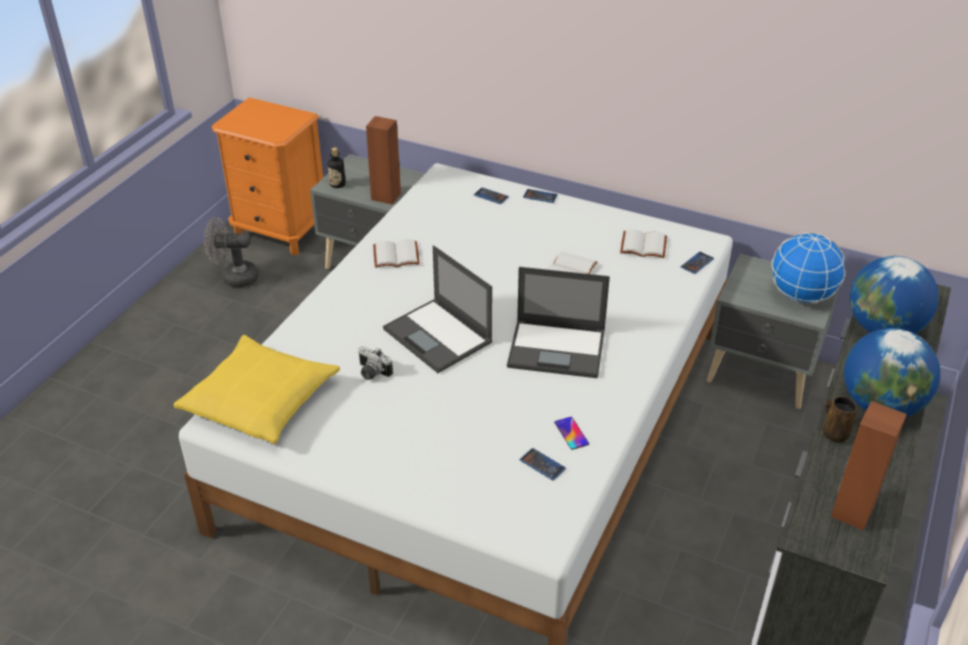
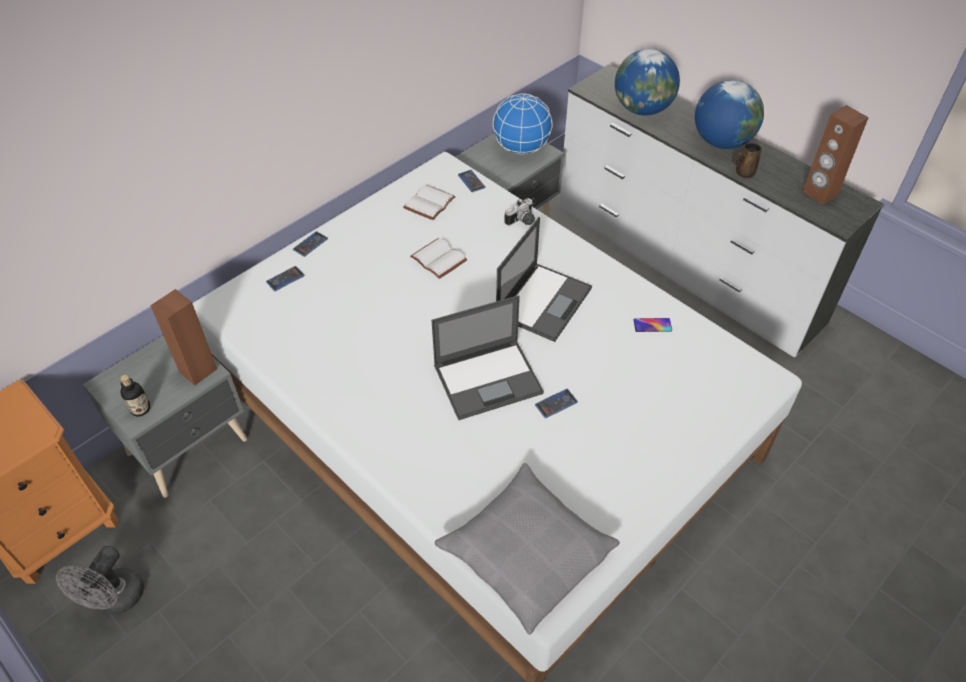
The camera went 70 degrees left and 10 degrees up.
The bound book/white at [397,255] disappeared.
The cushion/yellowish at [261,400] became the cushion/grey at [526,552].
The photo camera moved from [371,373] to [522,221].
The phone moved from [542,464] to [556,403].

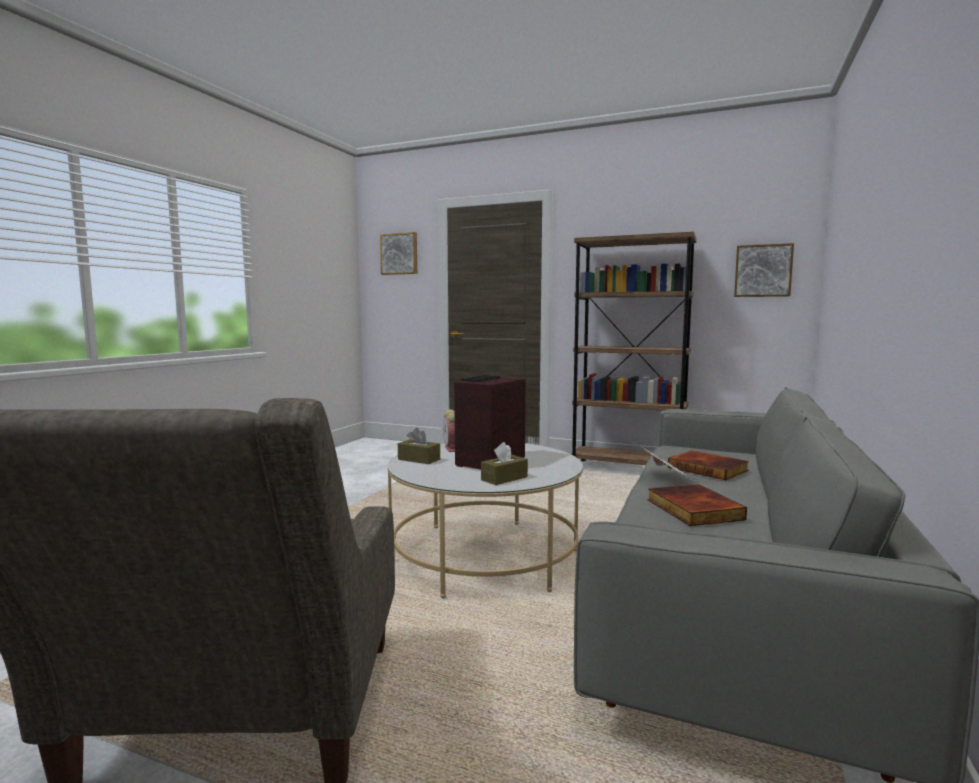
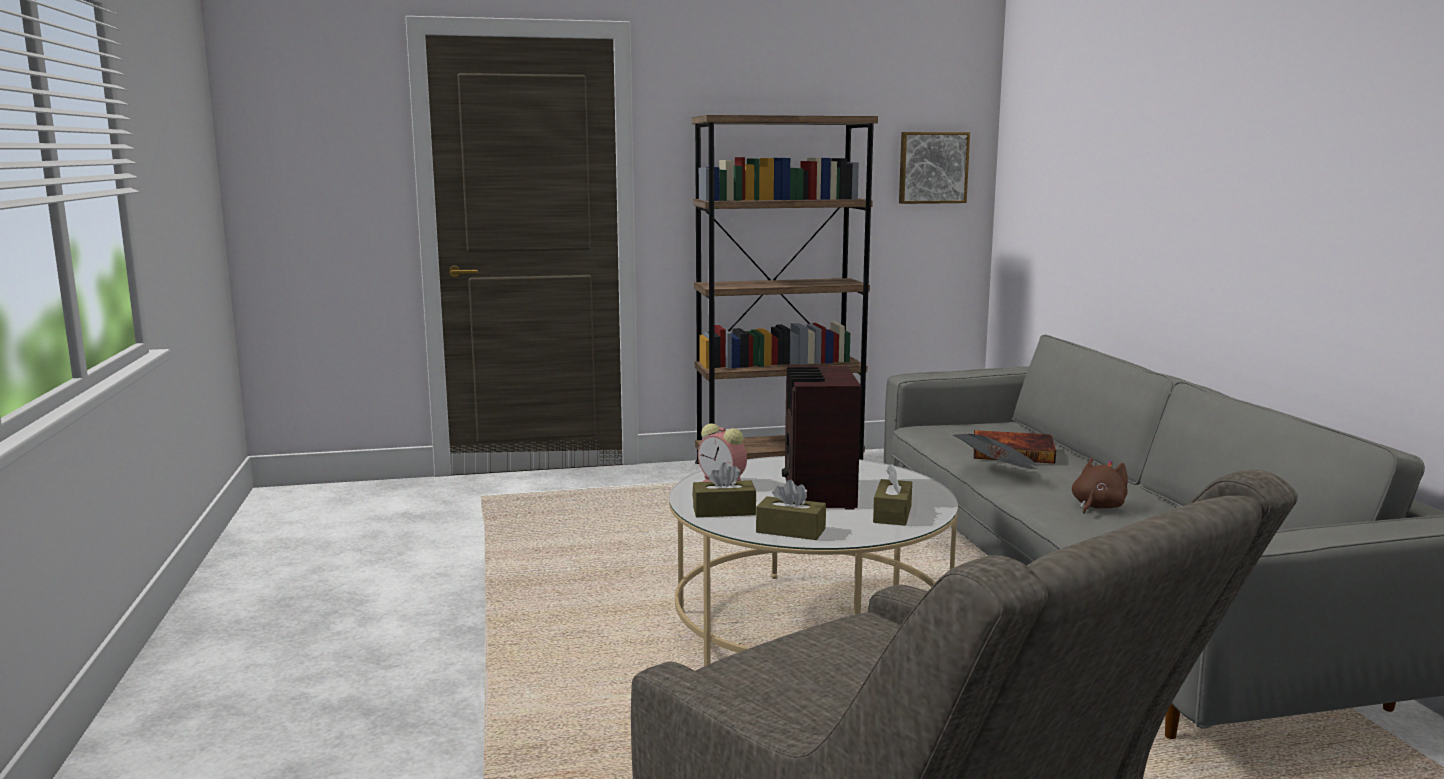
The camera went 35 degrees left and 5 degrees up.
The wall picture at [399,254] disappeared.
The bound book at [692,509] was replaced by the cuddly toy/brown at [1097,506].
The tissue holder/brown at [790,530] appeared.

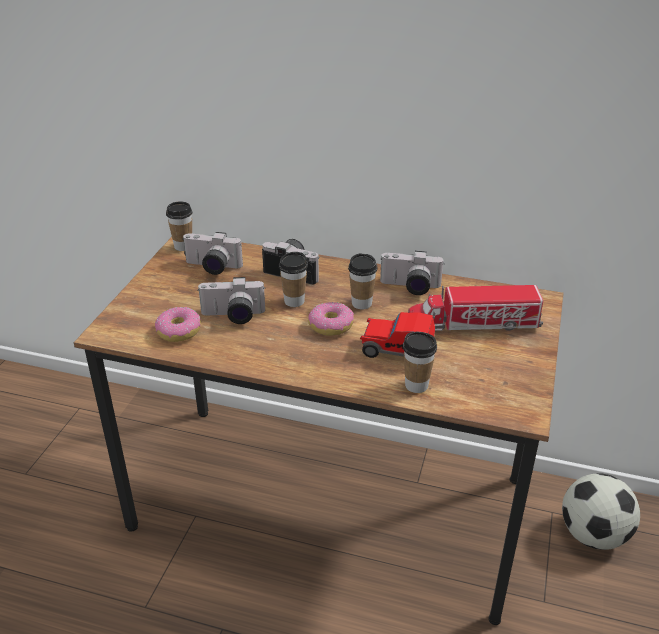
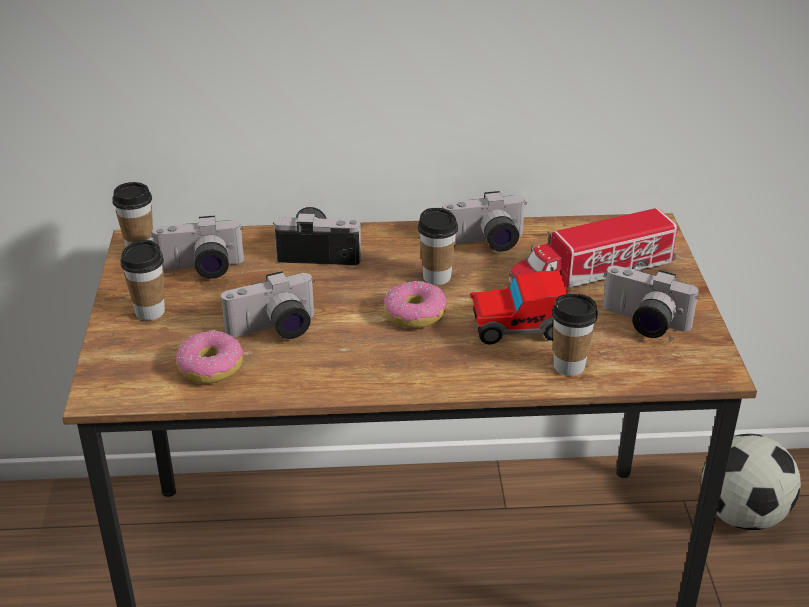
The camera went 20 degrees left and 0 degrees up.
The cup moved from [294,301] to [150,312].
The photo camera at [642,324] appeared.

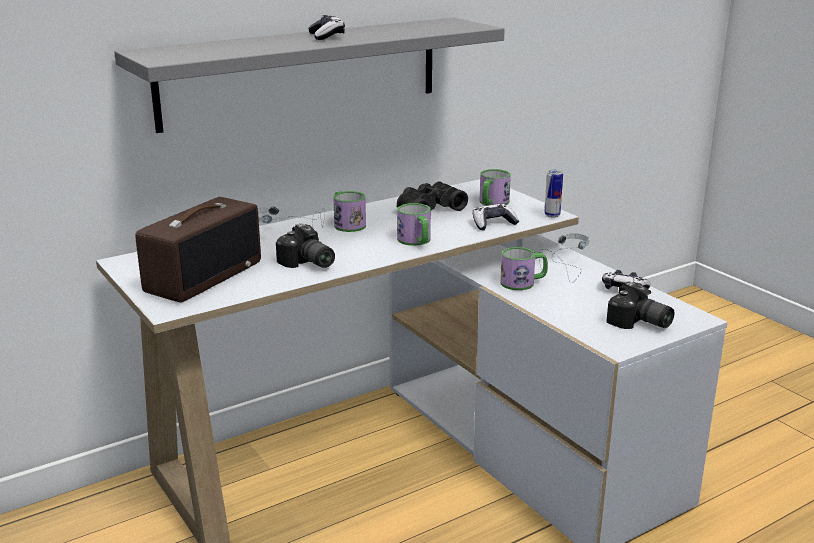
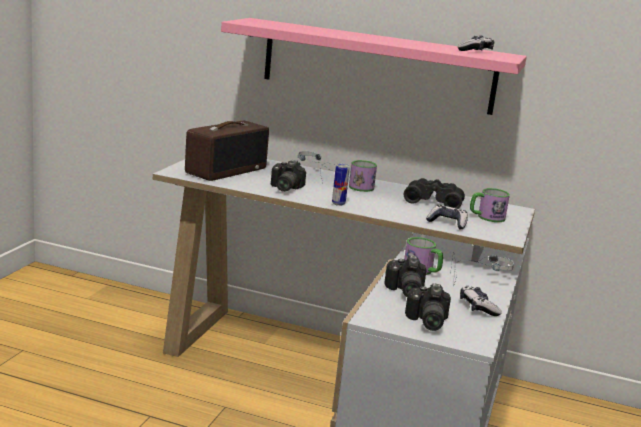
The camera went 50 degrees right and 5 degrees down.
The game controller moved from [327,36] to [475,51].
The bracket shelf/grey at [302,72] became the bracket shelf/pinkish at [377,66].
The metal can moved from [552,215] to [338,204].
The radio receiver at [203,276] turned 45 degrees counterclockwise.
The coffee mug at [416,241] disappeared.
The photo camera at [404,291] appeared.

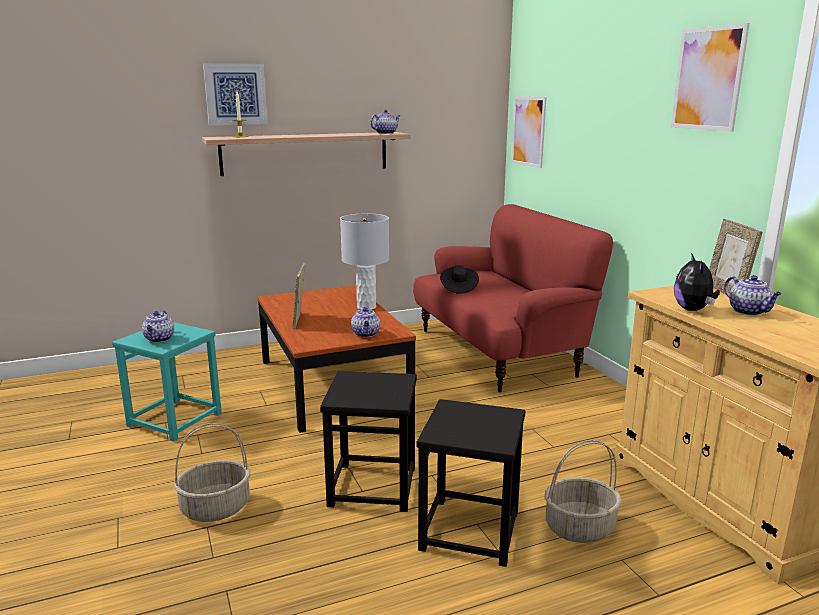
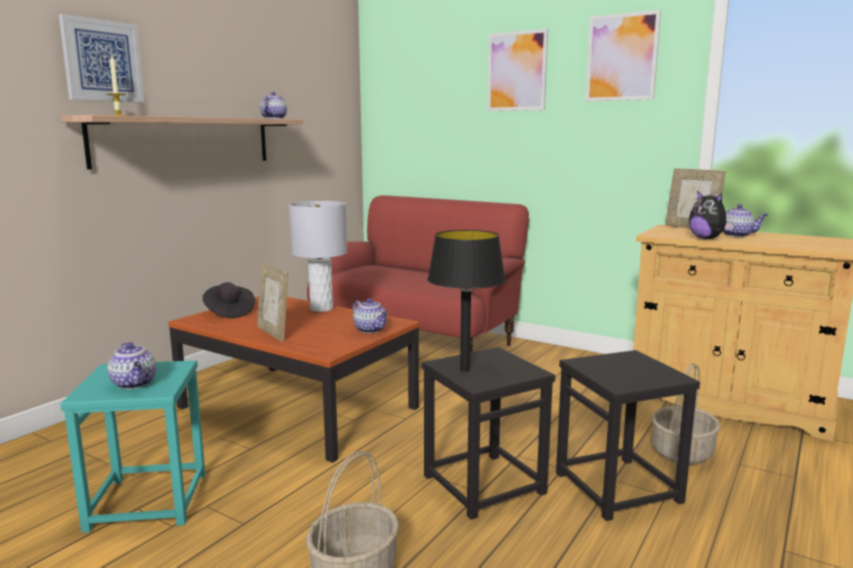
The camera went 35 degrees left and 5 degrees down.
The wall picture moved from [528,131] to [516,71].
The wearable hat/blackish moved from [458,288] to [229,312].
The lamp for a table/blackish at [464,370] appeared.

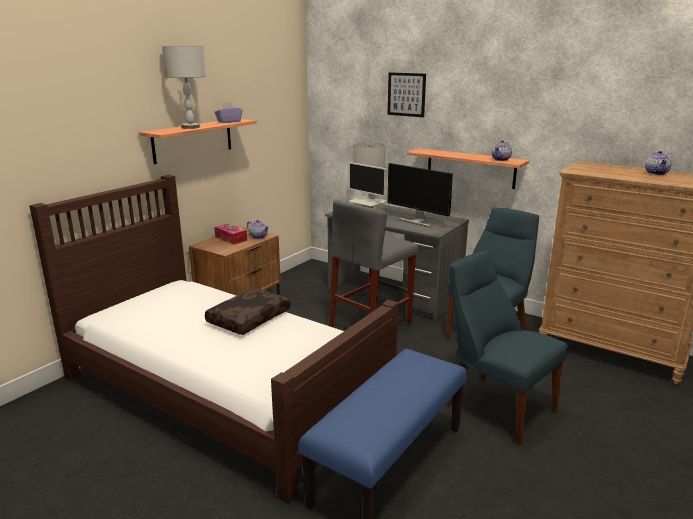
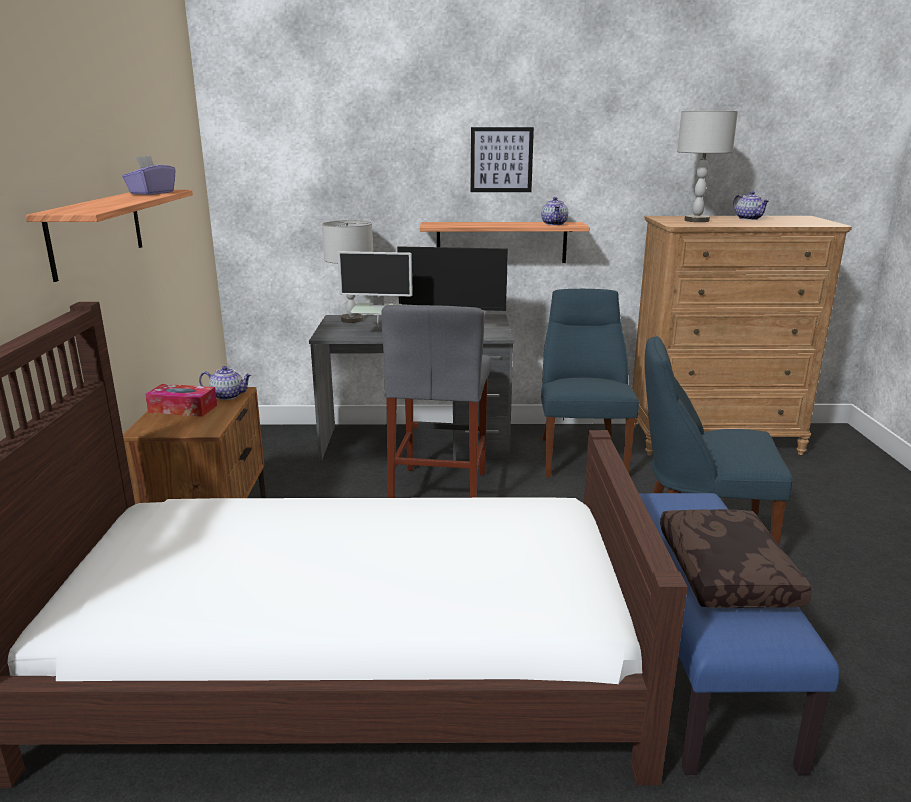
The camera went 35 degrees left and 0 degrees up.
The lamp for a table/grey moved from [190,127] to [696,220].
The wall picture moved from [406,94] to [501,160].
The cushion/brown moved from [248,318] to [723,571].

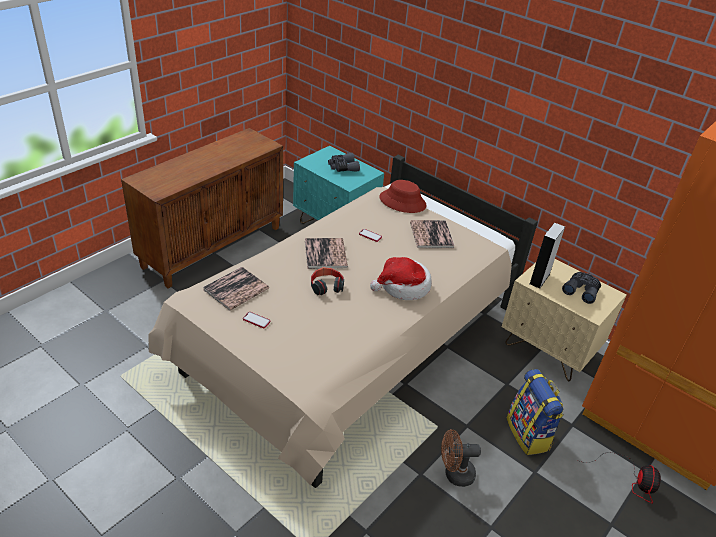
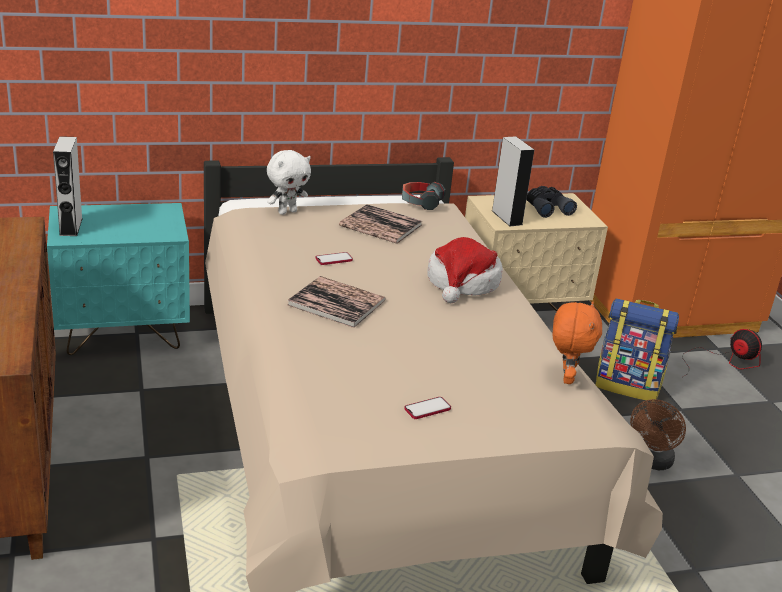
The camera went 55 degrees left and 10 degrees down.
The binoculars/grey at [342,167] disappeared.
The wearable hat/red-coloured at [402,202] was replaced by the cuddly toy/white at [287,212].
The bound book at [236,289] disappeared.
The pair of headphones moved from [326,286] to [421,202].
The speaker/grey at [71,226] appeared.
The cuddly toy/orange-coloured at [566,377] appeared.

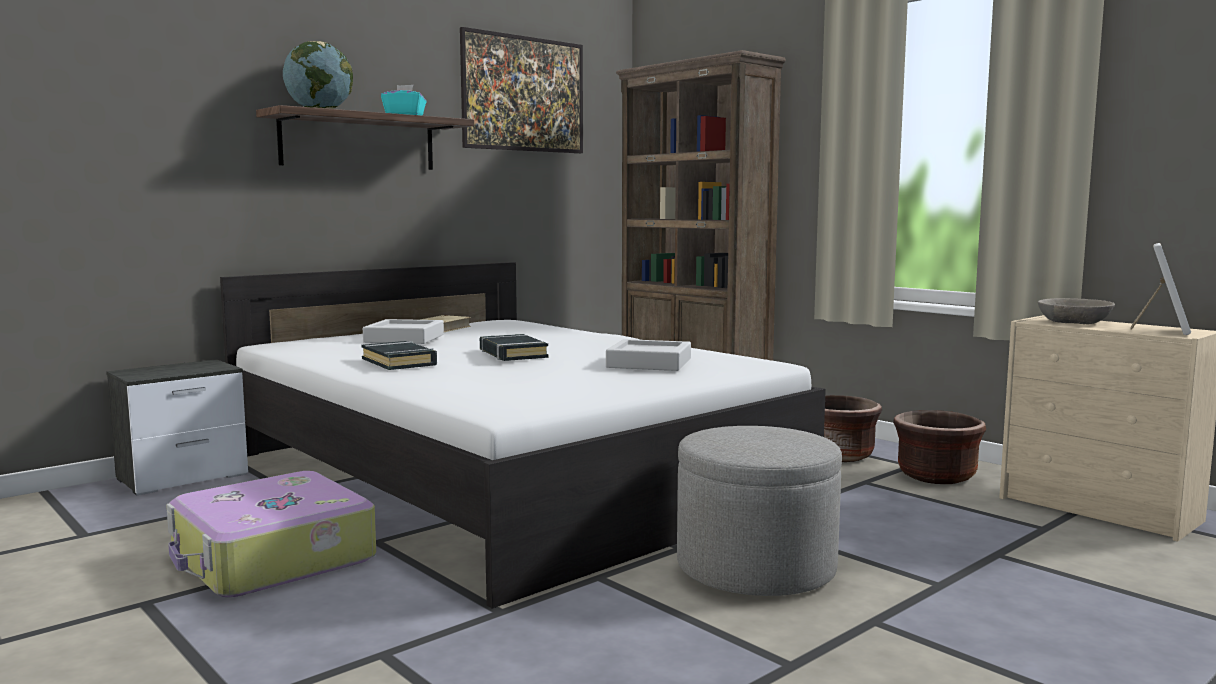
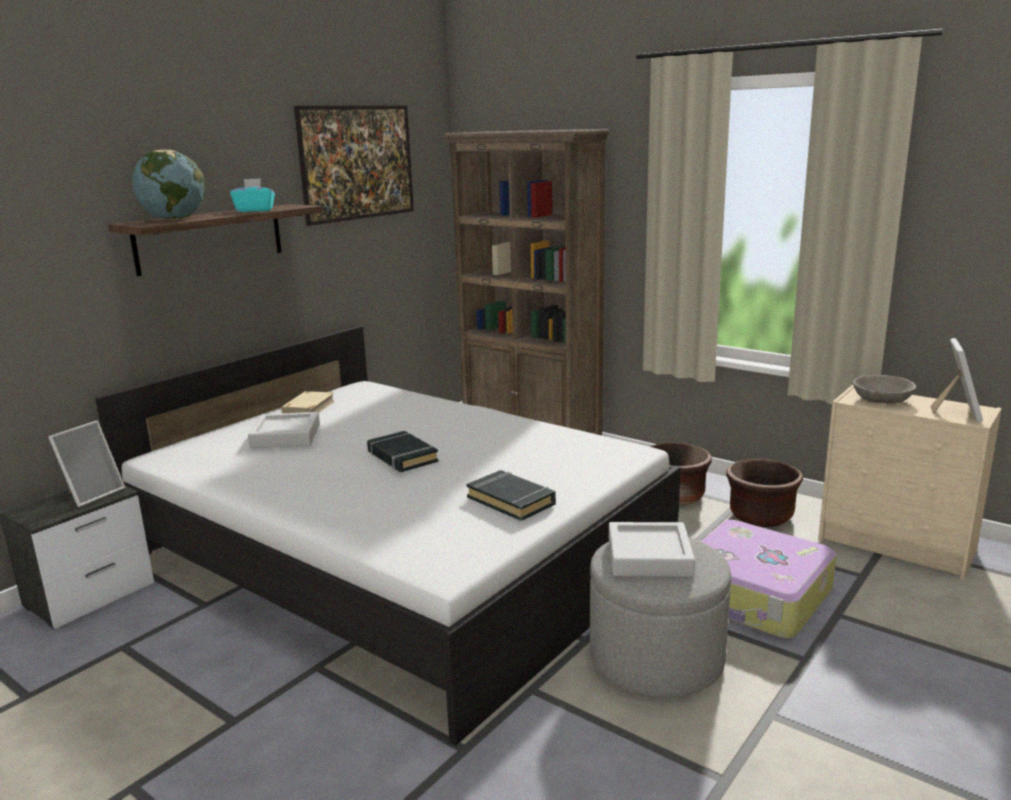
The camera went 10 degrees left and 10 degrees up.
The tray/grey moved from [649,363] to [649,556].
The bound book/blackish moved from [399,362] to [511,500].
The piece of luggage moved from [272,558] to [754,596].
The standing frame at [92,494] appeared.

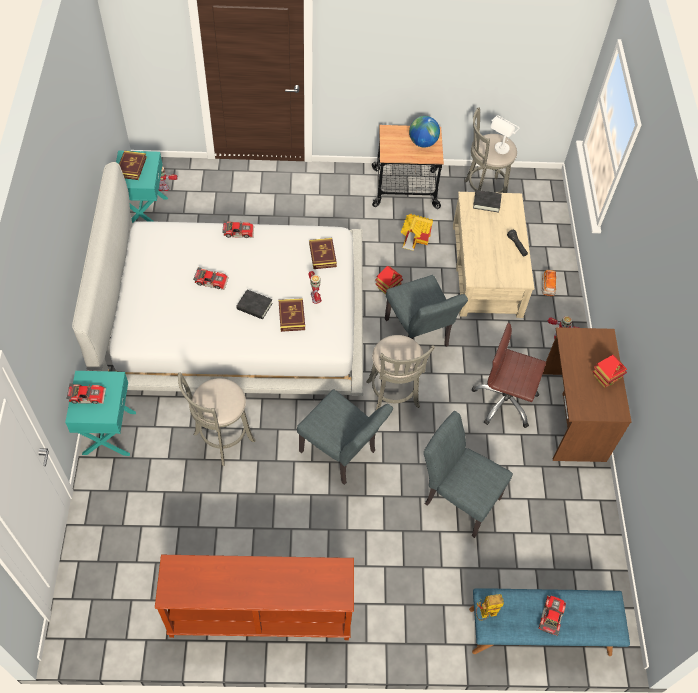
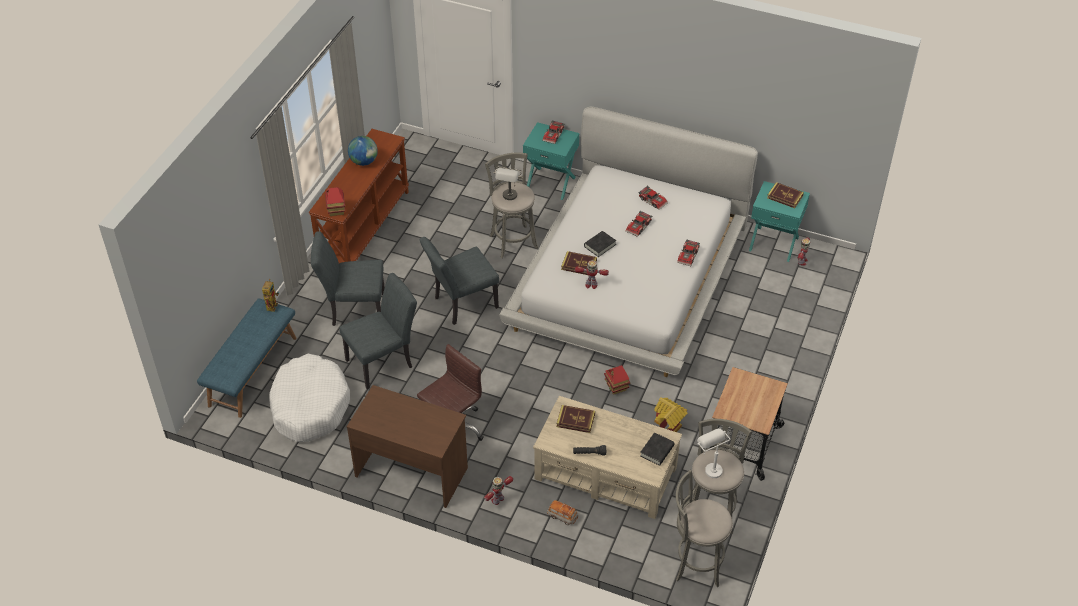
The camera went 115 degrees right and 10 degrees down.
The globe moved from [422,143] to [364,162].
The bound book moved from [322,255] to [575,420].
The upright chair/grey moved from [418,336] to [353,309].
The sitting stool/grey moved from [393,397] to [696,563].
The miniature house moved from [606,378] to [336,210].
The miniature car moved from [550,616] to [653,200].
The lamp for a table/grey at [509,198] appeared.
The dog bed/white at [309,406] appeared.

